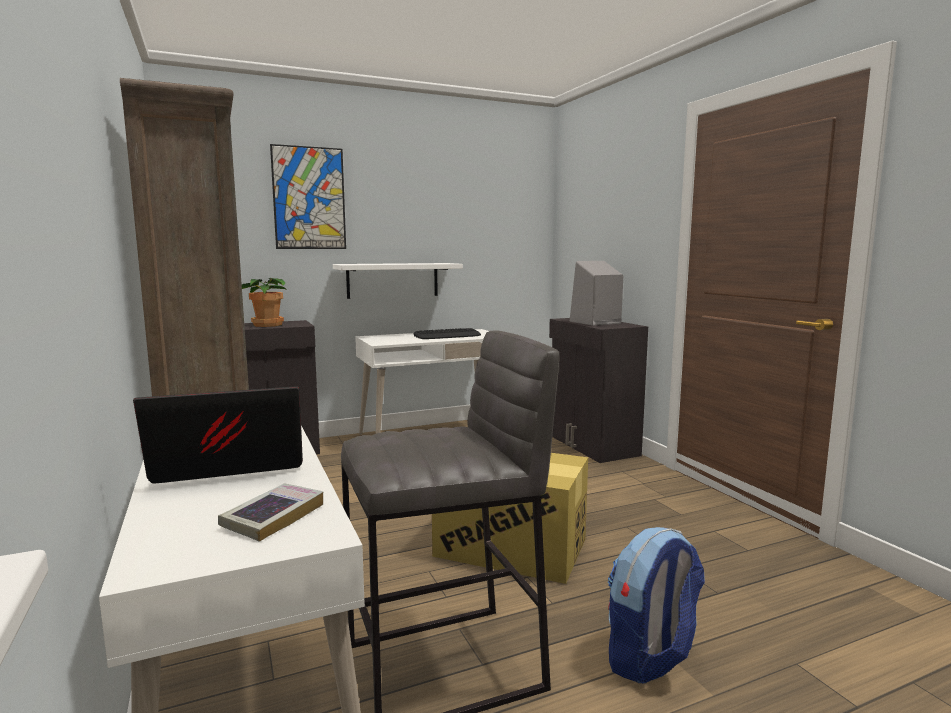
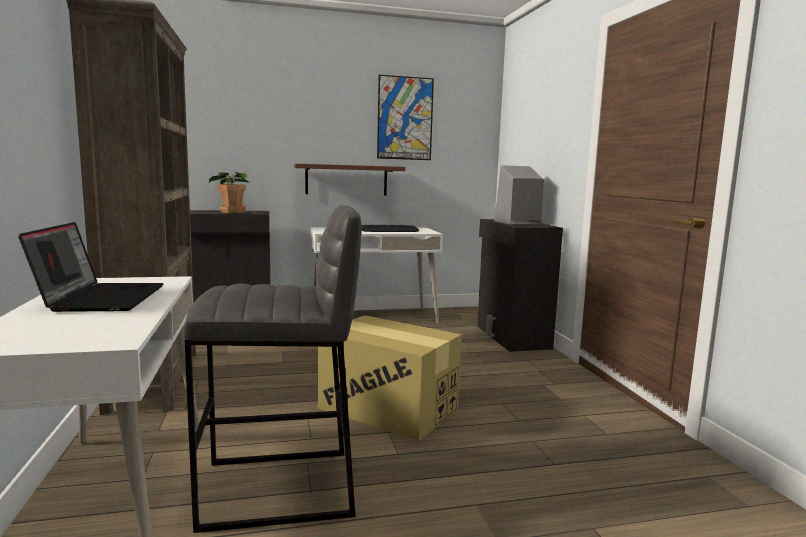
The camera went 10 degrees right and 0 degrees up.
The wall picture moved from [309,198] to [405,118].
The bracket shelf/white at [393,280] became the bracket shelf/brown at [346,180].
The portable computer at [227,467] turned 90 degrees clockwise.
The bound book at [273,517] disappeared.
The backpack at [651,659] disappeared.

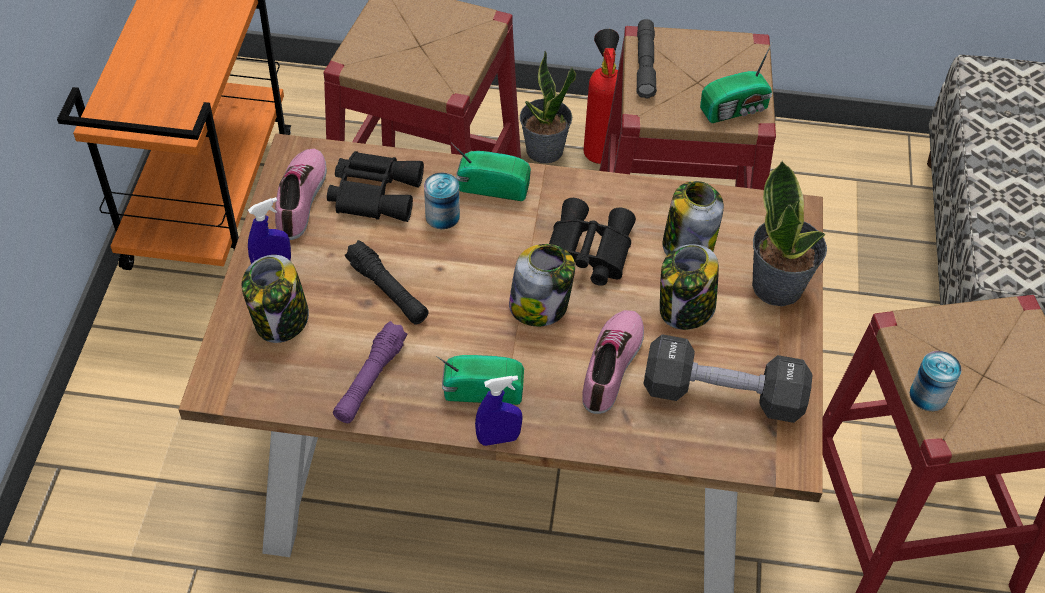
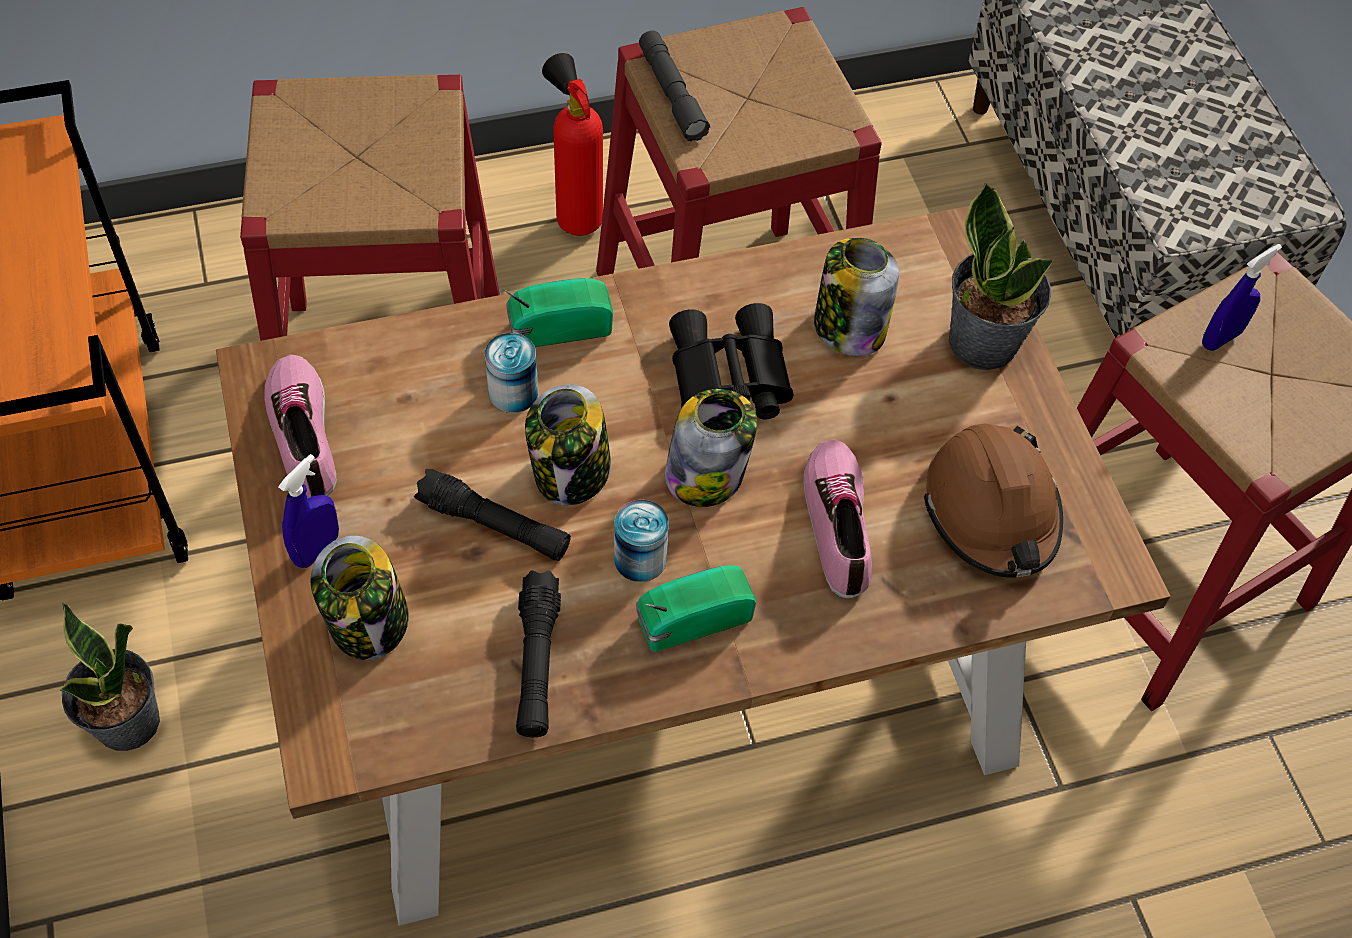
The camera went 25 degrees left and 5 degrees up.
The radio receiver at [736,109] disappeared.
The houseplant moved from [544,150] to [127,723].
The binoculars/blackish at [374,192] disappeared.
The jar moved from [685,309] to [571,473].
The hand torch/purplish at [370,380] became the hand torch/blackish at [537,662].
The dumbbell/blackish at [722,395] was replaced by the work helmet/brown at [992,511].
The metal can moved from [928,395] to [640,559].
The sprayer/blue moved from [498,439] to [1221,338].

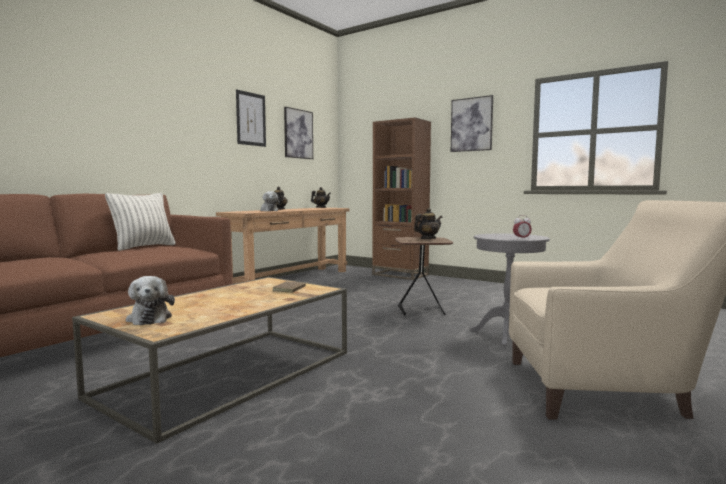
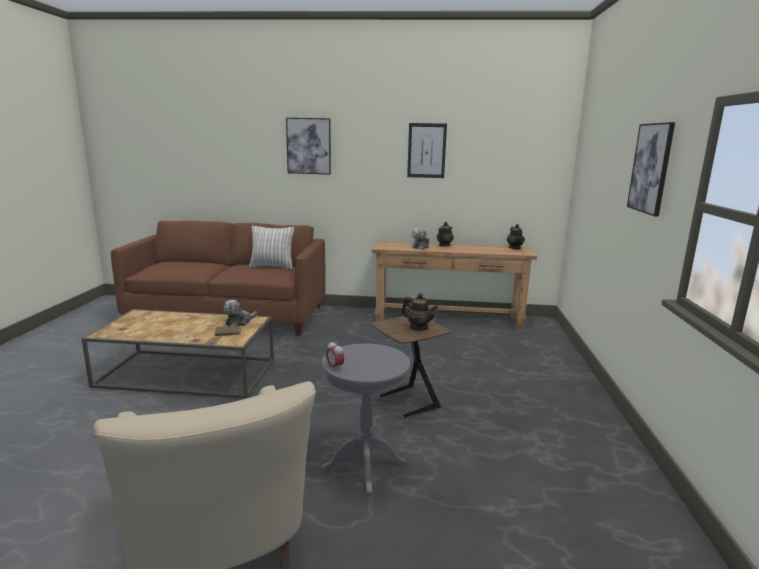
The camera went 60 degrees right and 10 degrees up.
The wall picture moved from [298,134] to [309,146].
The bookcase/brown at [400,275] disappeared.
The cuddly toy moved from [150,318] to [239,322].

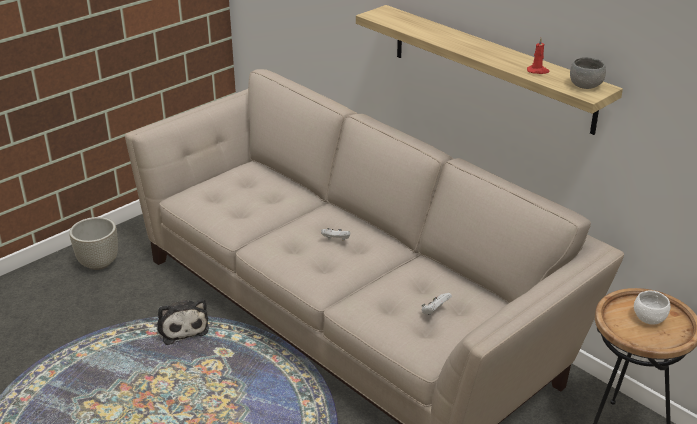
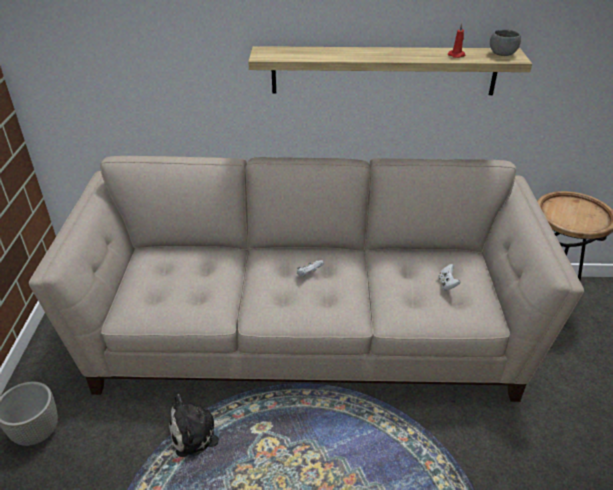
The camera went 45 degrees left and 5 degrees up.
The serving bowl/white at [649,318] disappeared.
The cuddly toy at [182,327] turned 135 degrees clockwise.

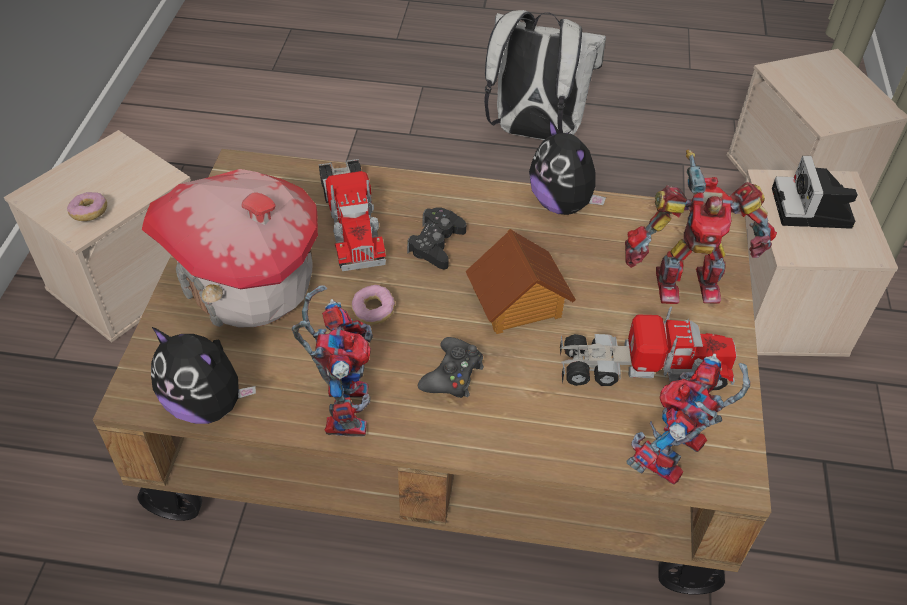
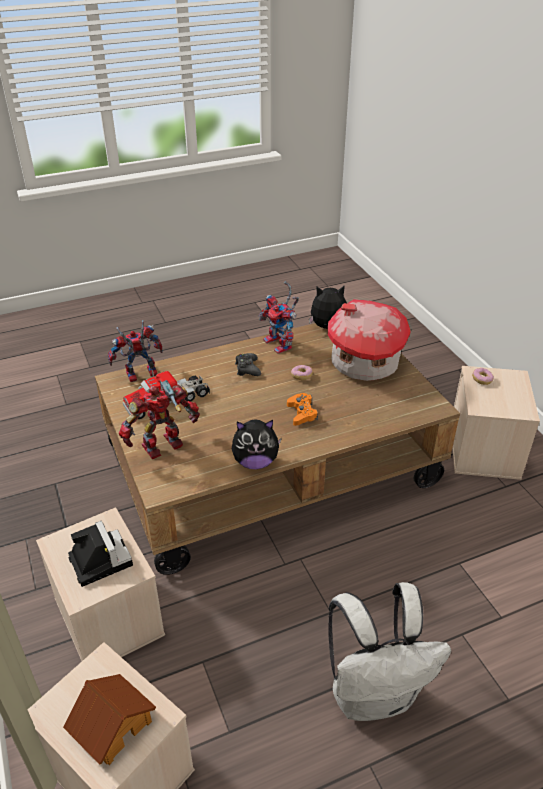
The camera went 150 degrees right and 10 degrees down.
The cuddly toy at [562,204] turned 150 degrees clockwise.
The toy lorry at [350,220] disappeared.
The game controller/blackish at [436,244] became the game controller/orange-coloured at [302,413].
The miniature house moved from [517,302] to [112,725].
The toy robot at [674,461] turned 120 degrees counterclockwise.

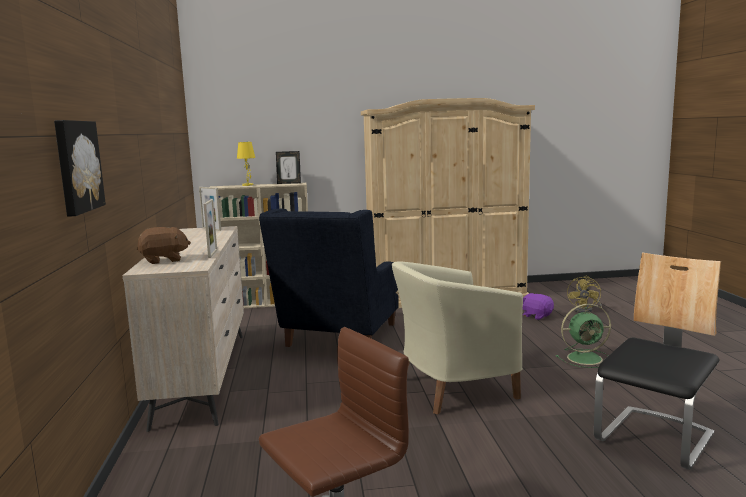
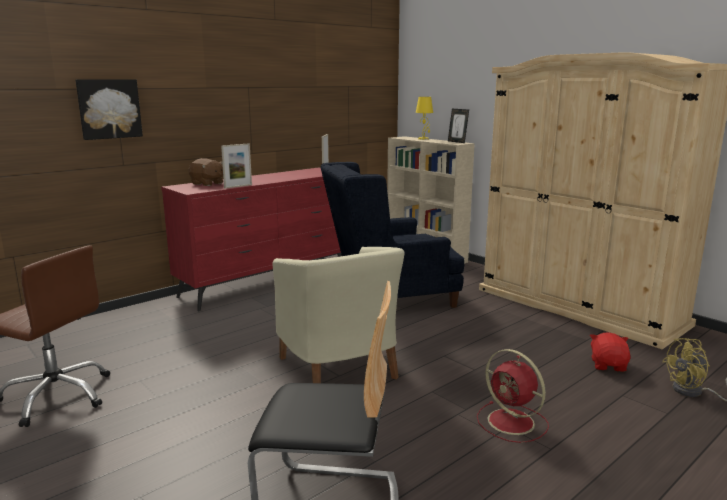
The camera went 55 degrees right and 5 degrees up.
The chest of drawers/beige-coloured at [204,375] became the chest of drawers/red-coloured at [268,283].
The armchair/beige-coloured at [452,388] turned 150 degrees counterclockwise.
The cuddly toy/purplish at [536,316] became the cuddly toy/red-coloured at [608,365].
The electric fan/green at [586,358] became the electric fan/red-coloured at [512,422].

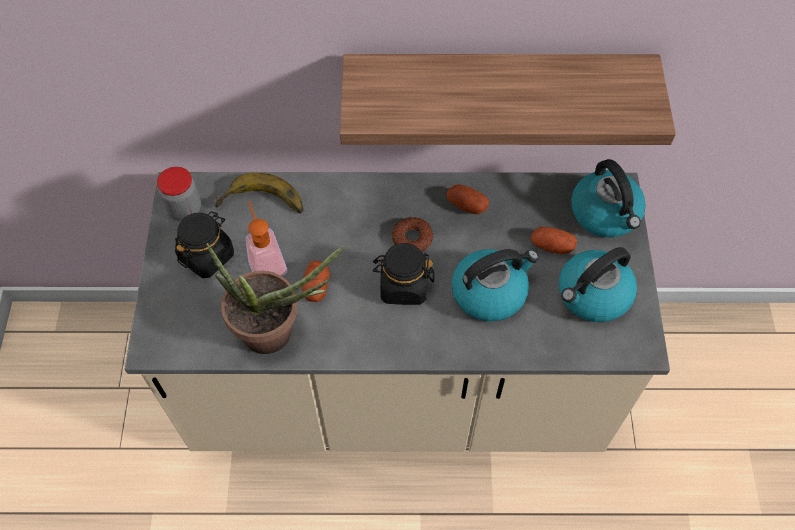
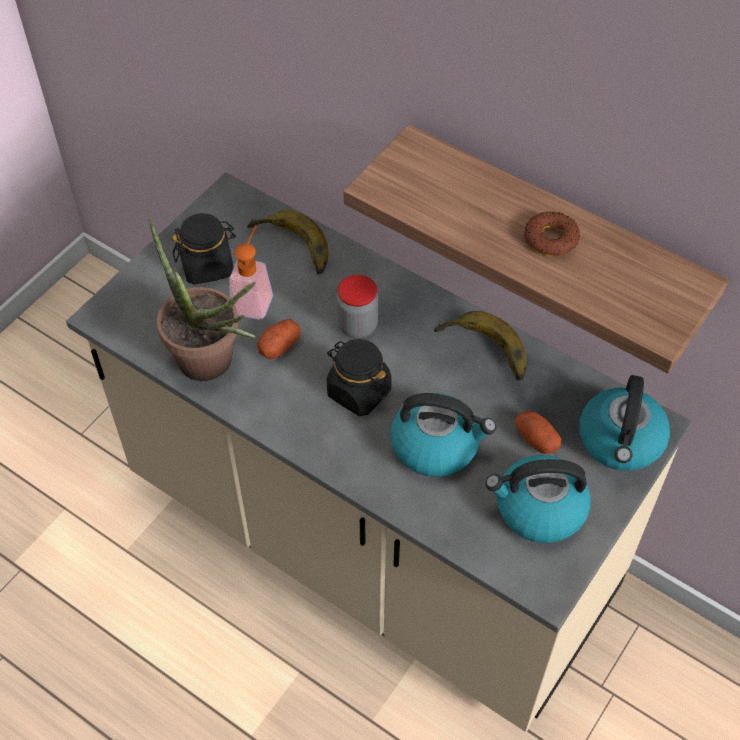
The camera went 35 degrees right and 5 degrees down.
The jar moved from [185,209] to [357,325].
The whole potato at [466,205] was replaced by the banana at [482,353].
The doughnut moved from [412,238] to [550,239].

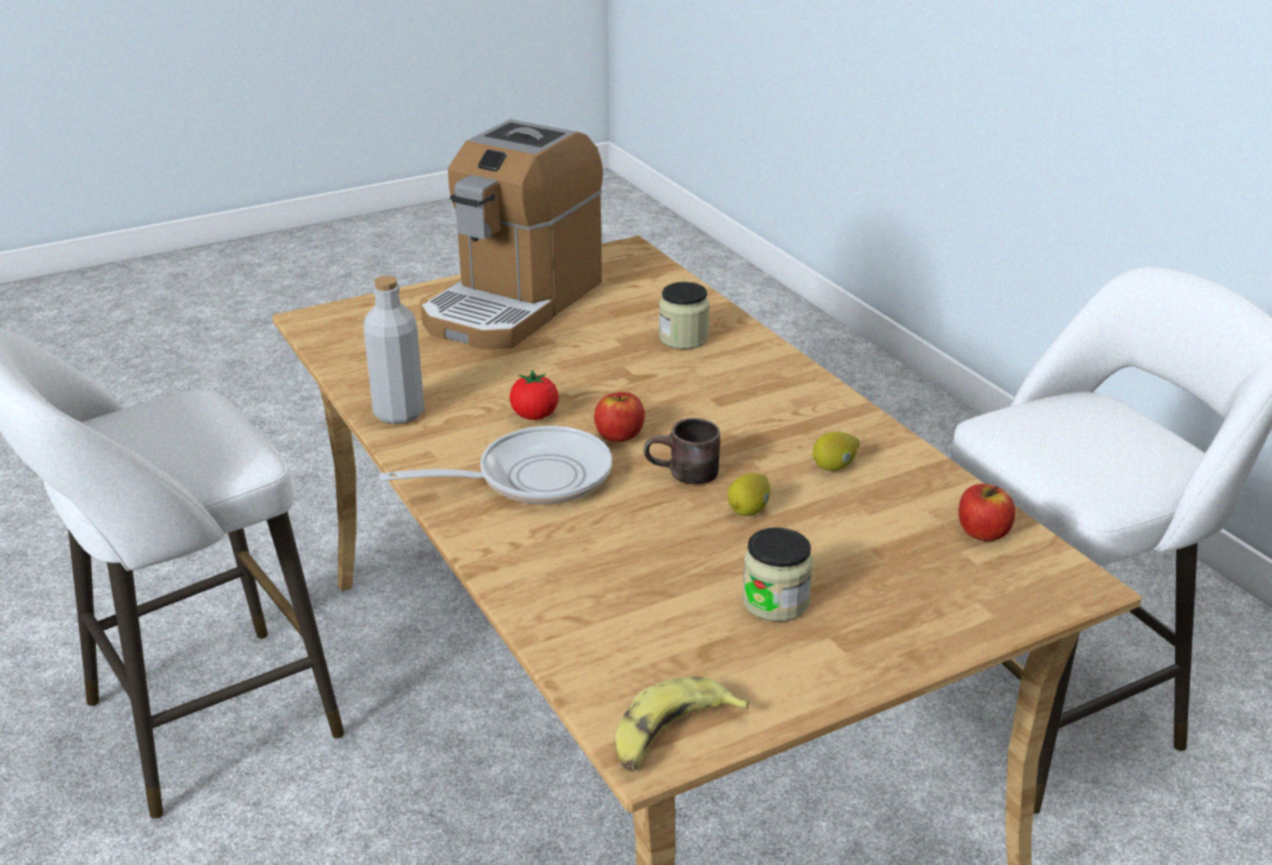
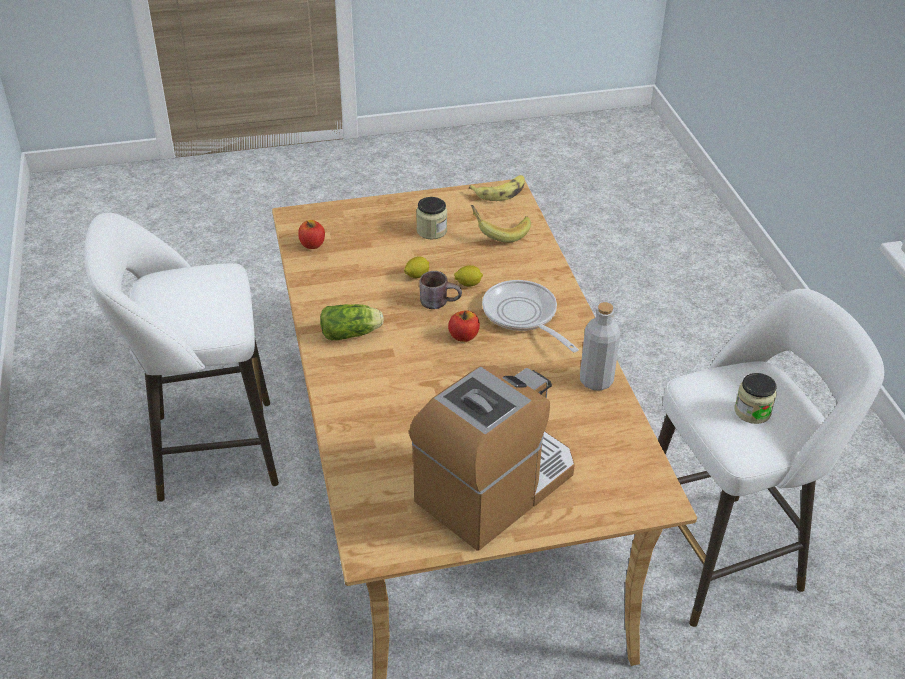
The camera went 165 degrees left and 10 degrees up.
The jar moved from [683,338] to [752,411].
The fresh tomato at [535,416] disappeared.
The skillet at [532,478] turned 60 degrees clockwise.
The lemon moved from [834,467] to [468,284].
The banana at [499,232] appeared.
The head of lettuce at [352,333] appeared.

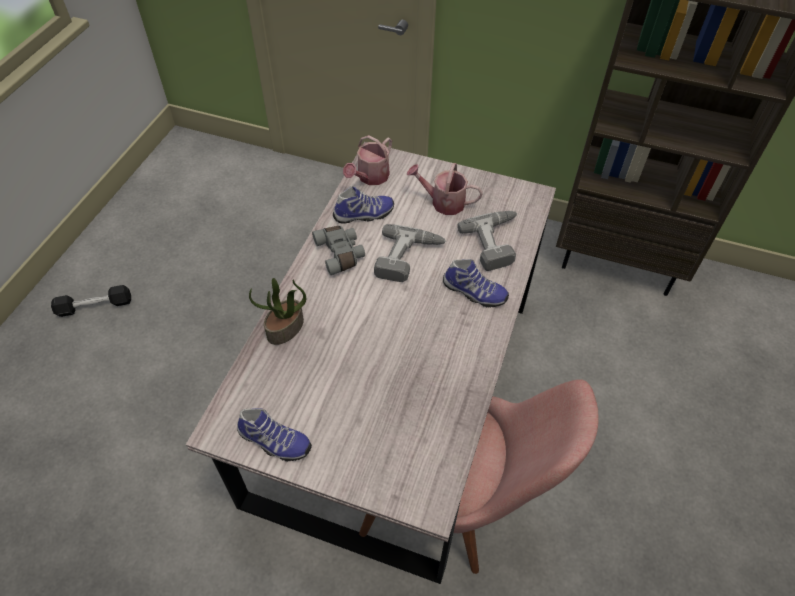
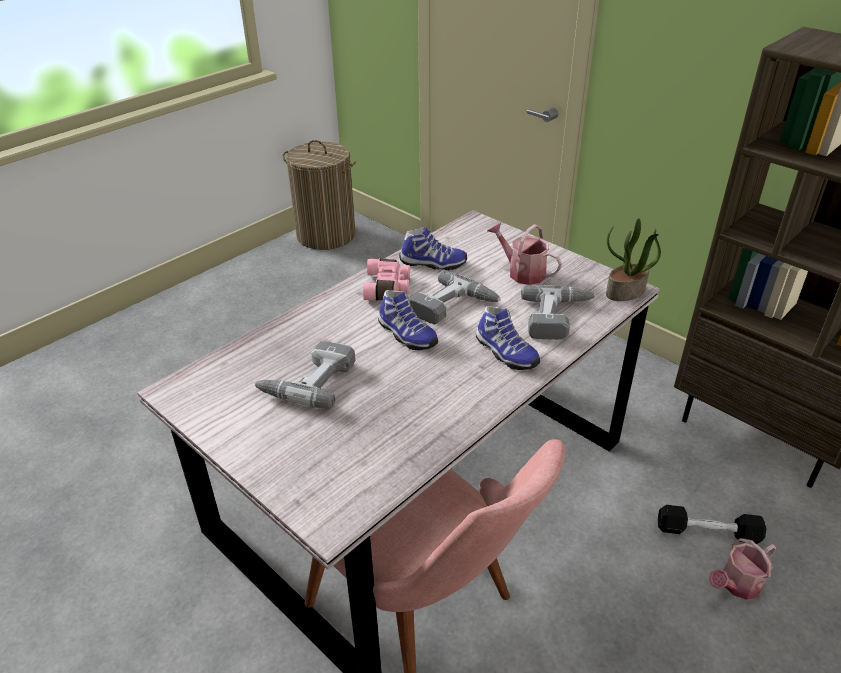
The camera went 25 degrees right and 15 degrees down.
The watering pot moved from [370,177] to [736,585].
The binoculars/grey at [341,254] became the binoculars/pinkish at [388,288].
The houseplant moved from [285,329] to [625,292].
The dumbbell/blackish moved from [95,306] to [708,532].
The low shoe moved from [273,442] to [405,335].
The washing basket at [326,235] appeared.
The drill at [308,381] appeared.

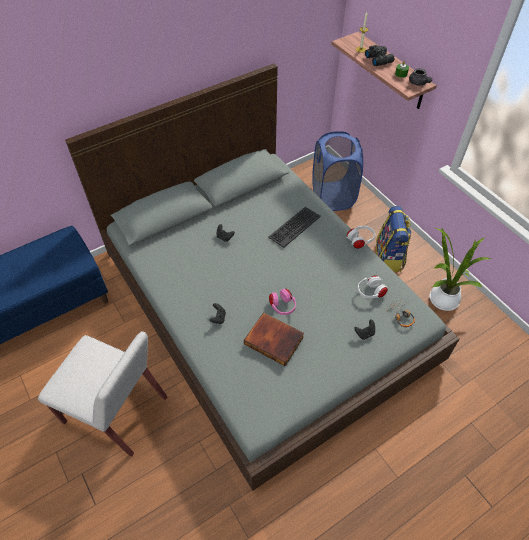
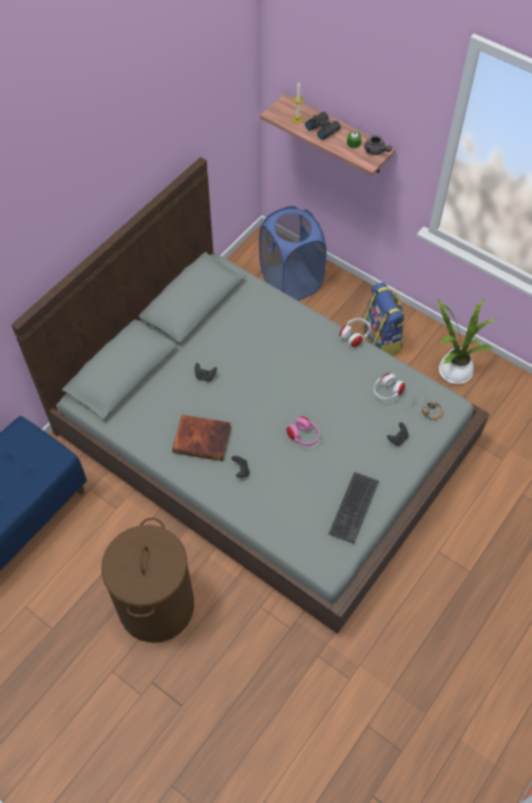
The camera went 20 degrees left and 5 degrees up.
The computer keyboard moved from [294,226] to [353,507].
The bound book moved from [274,339] to [203,438].
The upright chair/white at [117,410] was replaced by the washing basket/brown at [156,606].

